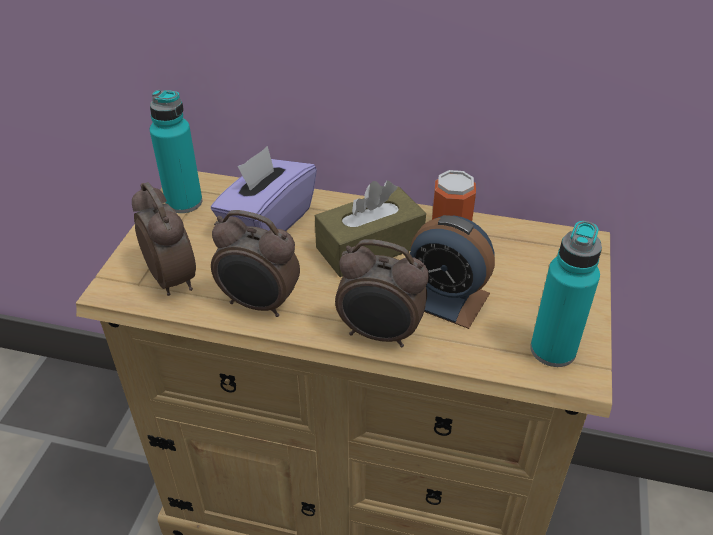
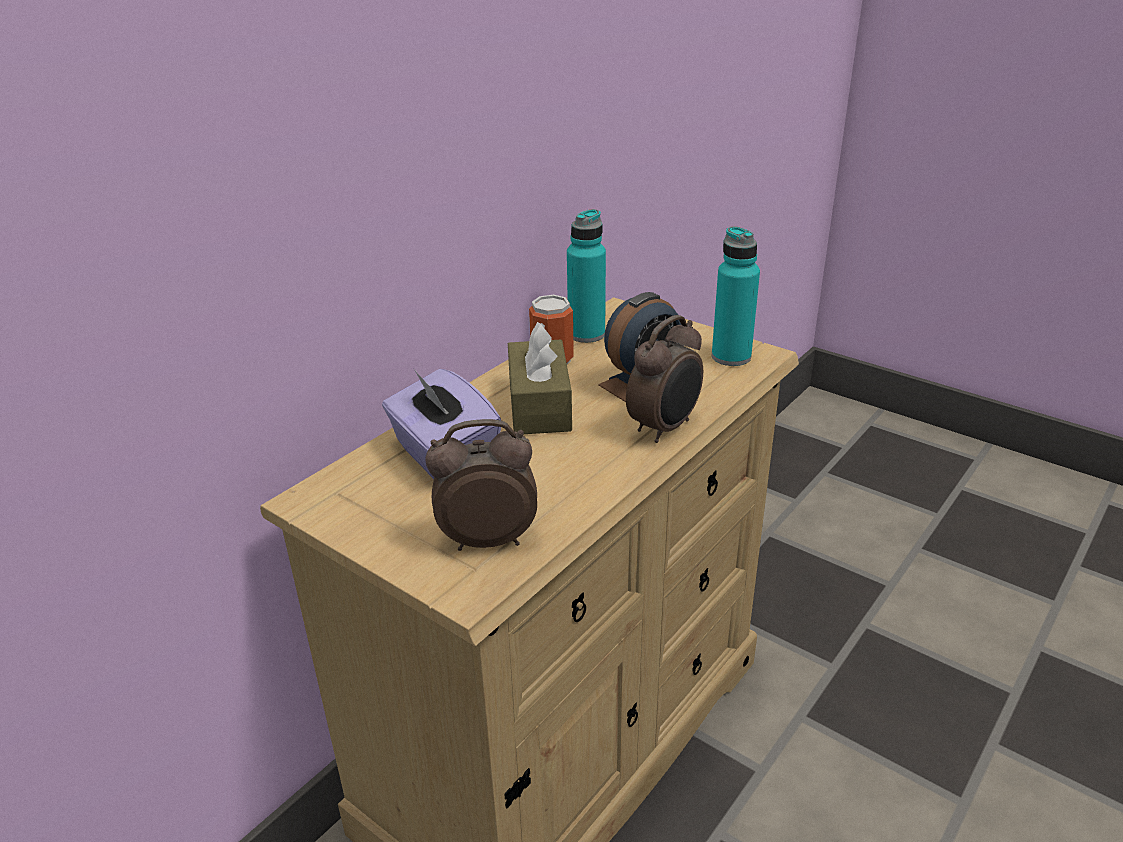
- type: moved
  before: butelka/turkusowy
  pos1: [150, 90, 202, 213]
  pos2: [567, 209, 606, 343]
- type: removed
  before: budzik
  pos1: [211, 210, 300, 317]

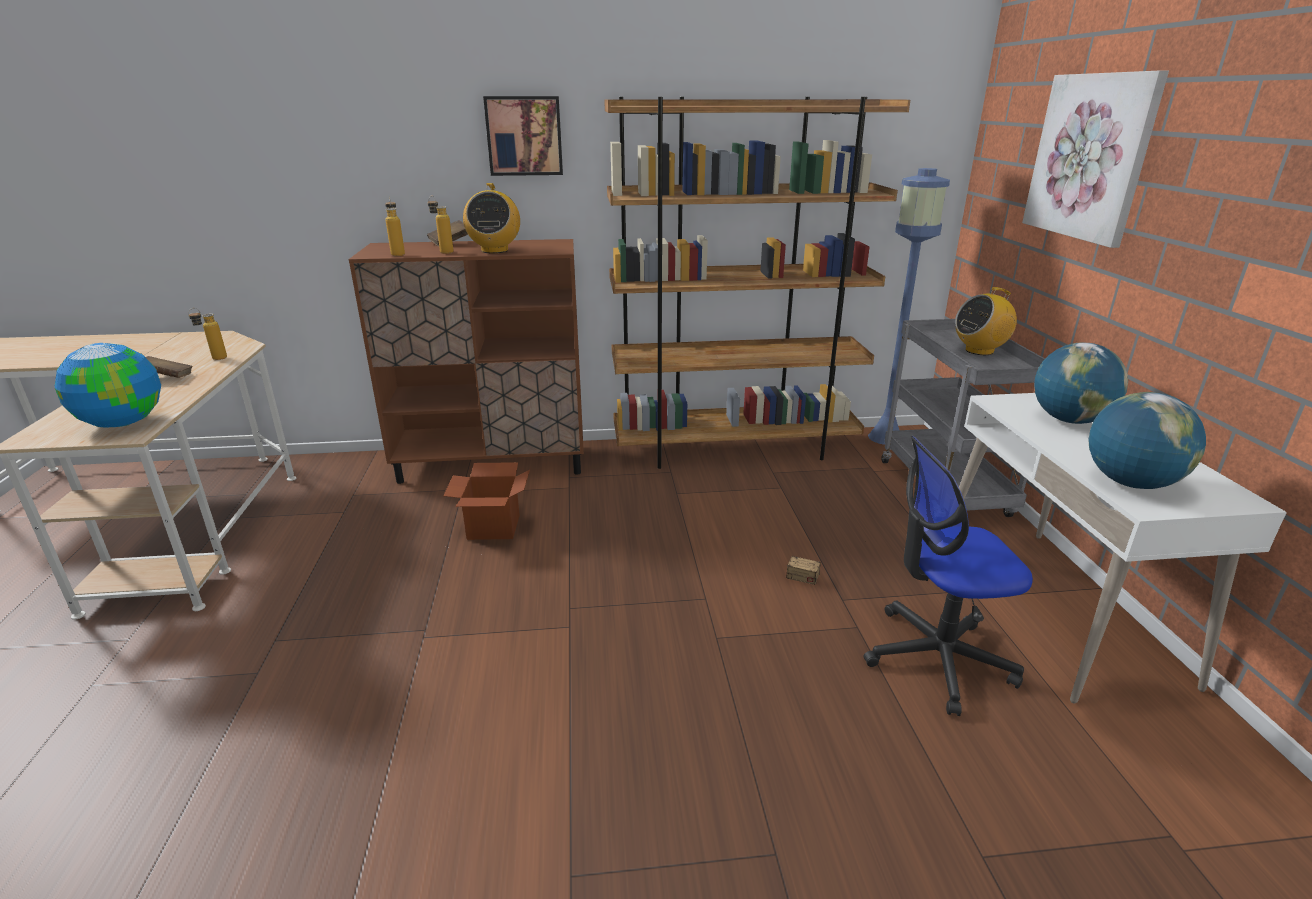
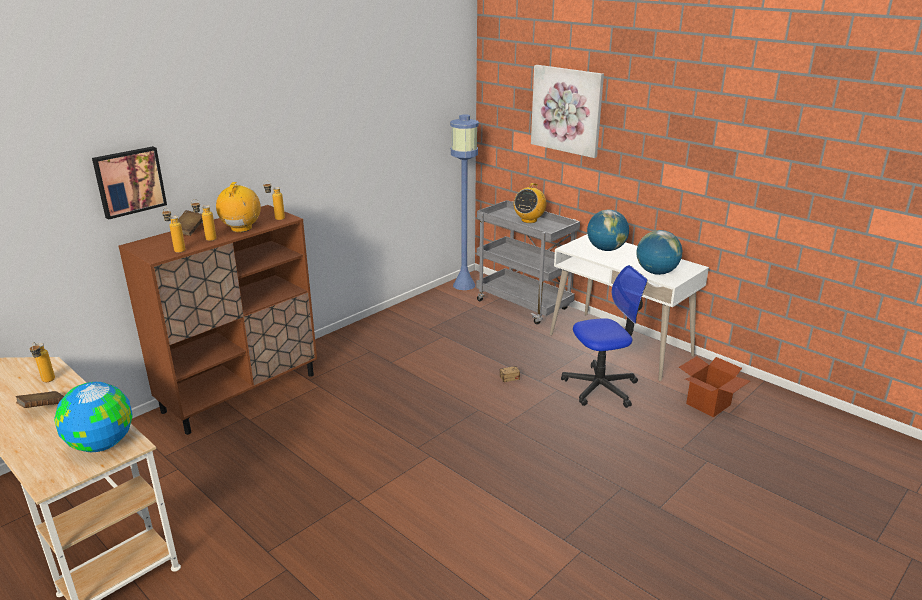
- type: moved
  before: karton
  pos1: [443, 462, 530, 540]
  pos2: [679, 356, 750, 417]
- type: turned
  before: radio
  pos1: [463, 183, 520, 253]
  pos2: [216, 182, 261, 232]
  turn: -135
- type: moved
  before: obraz
  pos1: [483, 96, 563, 176]
  pos2: [92, 146, 167, 220]
- type: removed
  before: regał/brązowy
  pos1: [604, 97, 910, 469]
- type: turned
  before: krzesło biurowe
  pos1: [864, 436, 1033, 716]
  pos2: [561, 265, 647, 408]
  turn: -150
- type: added
  after: butelka
  pos2: [263, 181, 285, 220]

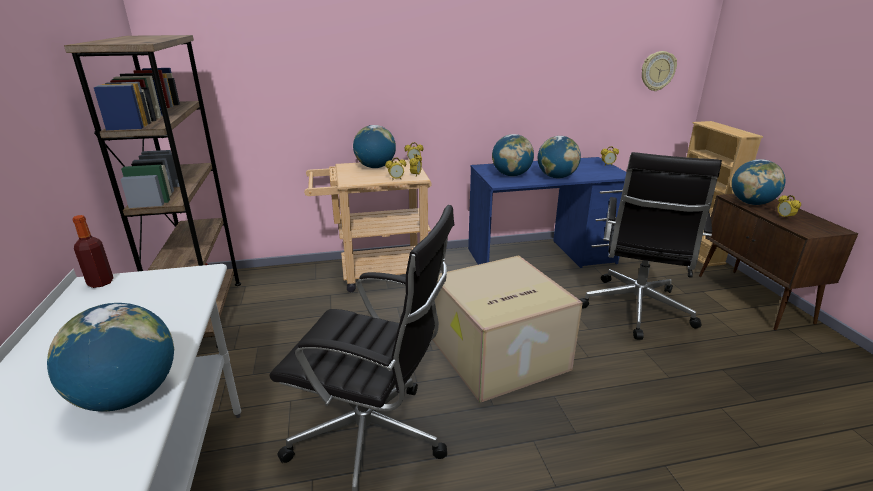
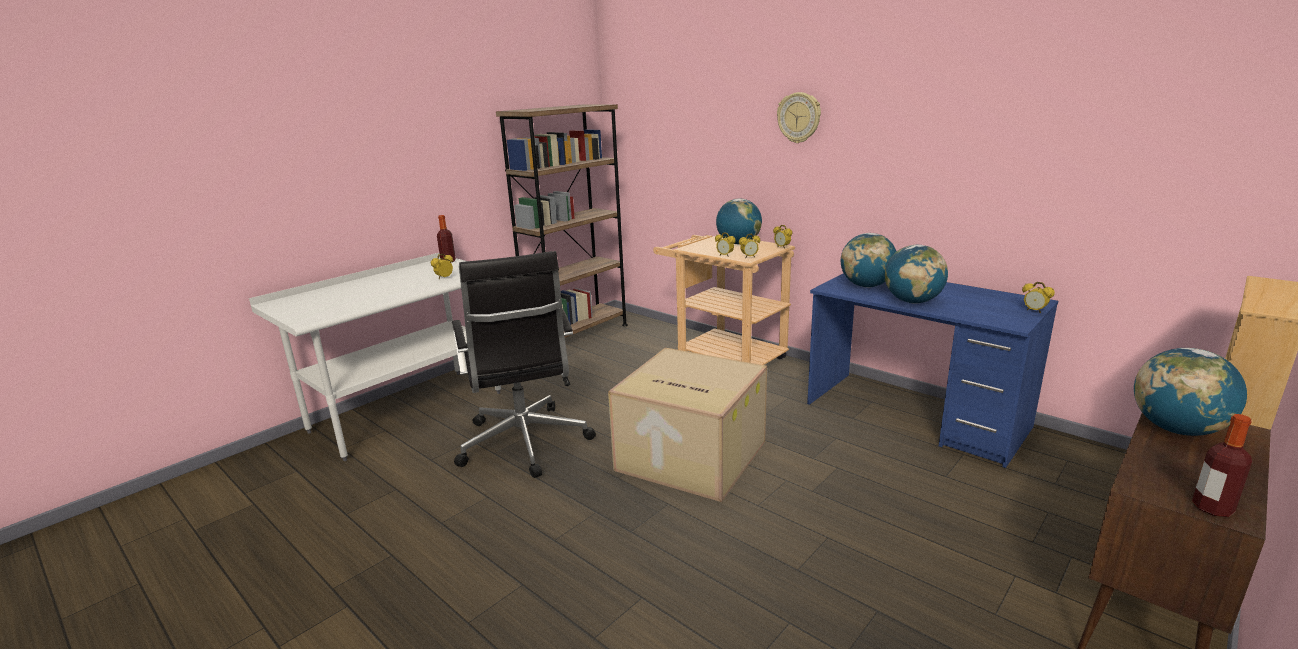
- type: removed
  before: globus
  pos1: [47, 303, 174, 412]
- type: removed
  before: krzesło biurowe/czarny
  pos1: [579, 152, 722, 340]
- type: moved
  before: zegar ścienny
  pos1: [642, 51, 677, 91]
  pos2: [777, 92, 821, 143]
- type: moved
  before: budzik
  pos1: [777, 195, 801, 220]
  pos2: [431, 254, 453, 279]
- type: added
  after: butelka
  pos2: [1192, 414, 1252, 517]

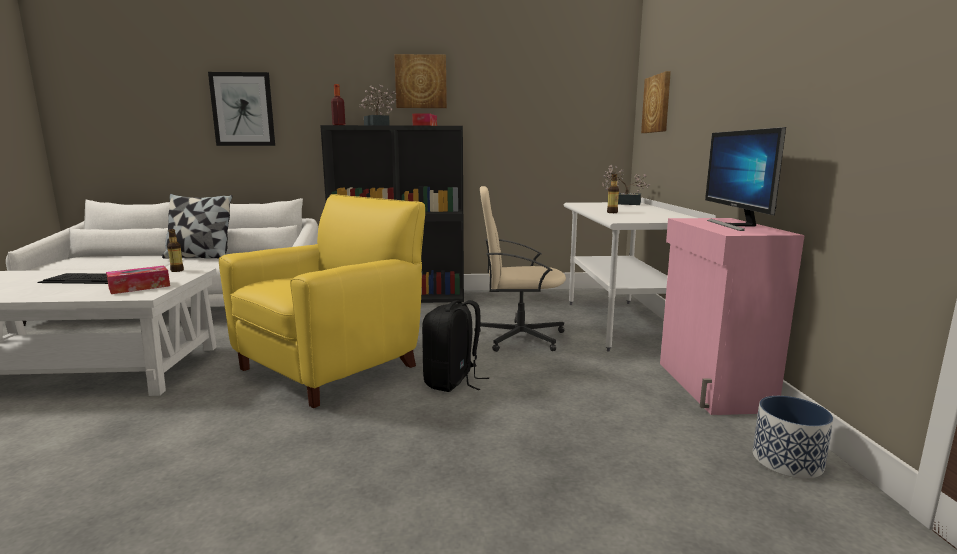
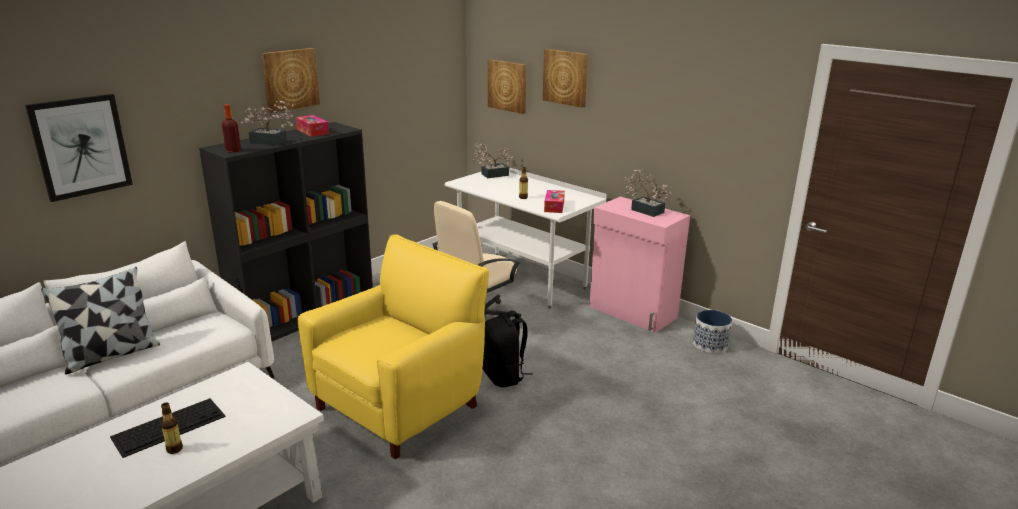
- type: moved
  before: pudełko chusteczek
  pos1: [106, 266, 170, 294]
  pos2: [544, 190, 565, 213]
- type: moved
  before: butelka
  pos1: [167, 229, 184, 272]
  pos2: [161, 403, 183, 454]
- type: turned
  before: fotel/żółty
  pos1: [219, 194, 425, 408]
  pos2: [298, 234, 489, 459]
  turn: 45
- type: replaced
  before: monitor
  after: roślina doniczkowa
  pos1: [705, 127, 786, 231]
  pos2: [625, 169, 672, 217]
- type: added
  after: obraz
  pos2: [543, 49, 588, 108]

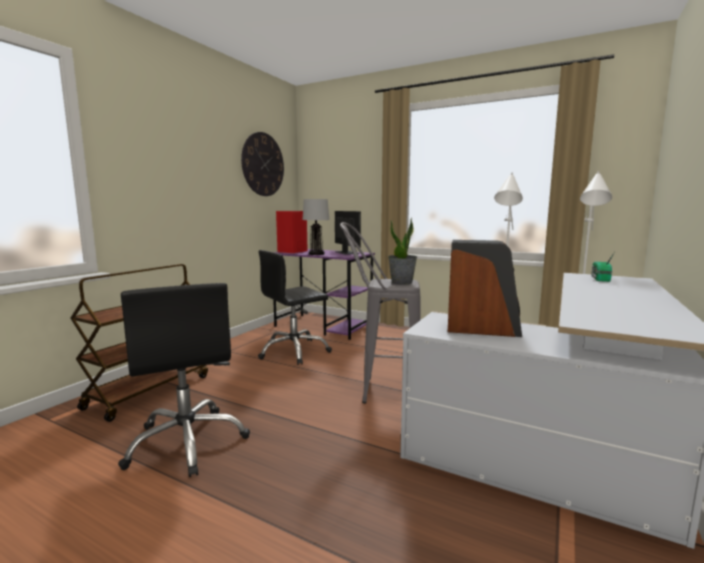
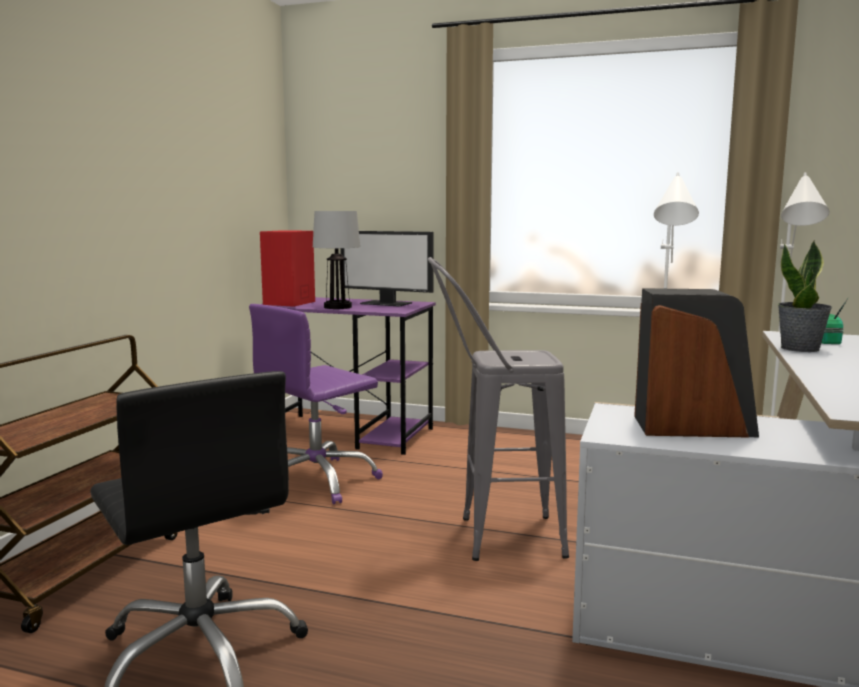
- type: removed
  before: zegar ścienny
  pos1: [241, 132, 284, 196]
- type: recoloured
  before: krzesło biurowe/czarny
  after: krzesło biurowe/fioletowy
  pos1: [258, 250, 332, 365]
  pos2: [249, 304, 383, 504]
- type: turned
  before: monitor
  pos1: [335, 211, 361, 255]
  pos2: [340, 231, 434, 307]
  turn: 150
- type: moved
  before: roślina doniczkowa
  pos1: [388, 217, 417, 285]
  pos2: [778, 240, 832, 352]

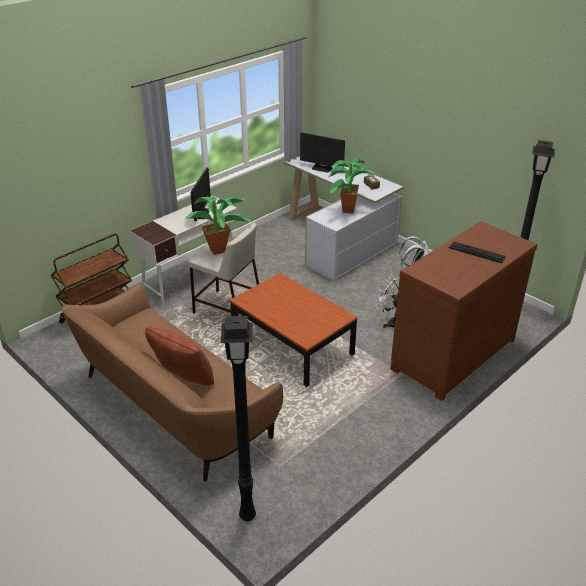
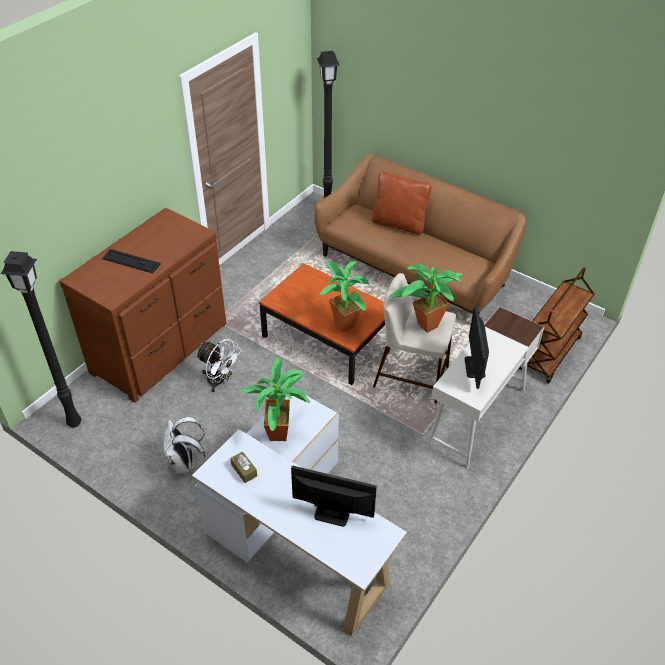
- type: added
  after: roślina doniczkowa
  pos2: [320, 261, 369, 332]

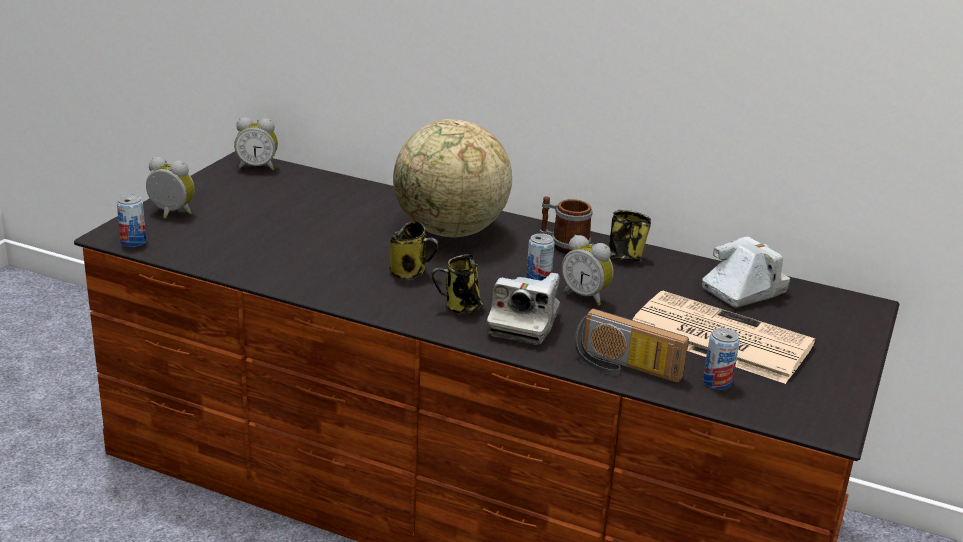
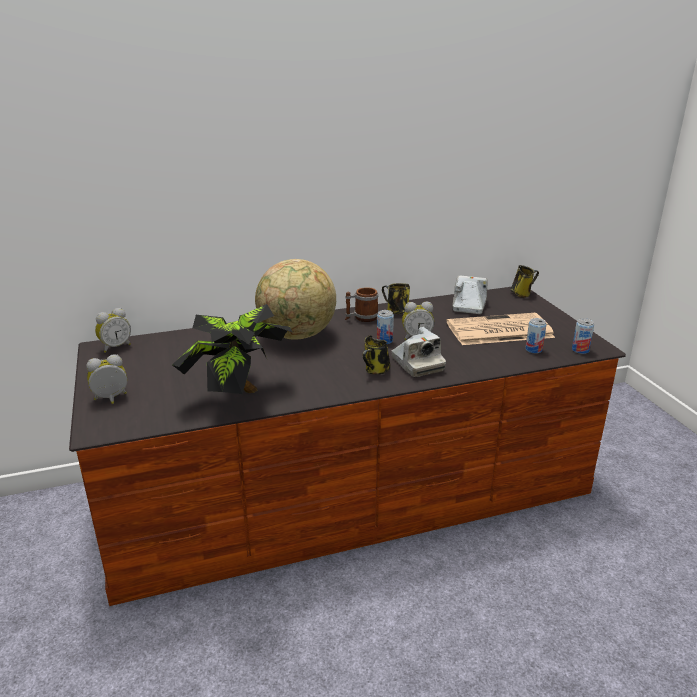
- type: moved
  before: puszka
  pos1: [117, 194, 146, 247]
  pos2: [572, 318, 594, 354]
- type: moved
  before: kubek
  pos1: [389, 221, 439, 279]
  pos2: [510, 265, 539, 298]
- type: removed
  before: radio
  pos1: [575, 308, 689, 383]
- type: added
  after: roślina doniczkowa
  pos2: [172, 304, 292, 394]

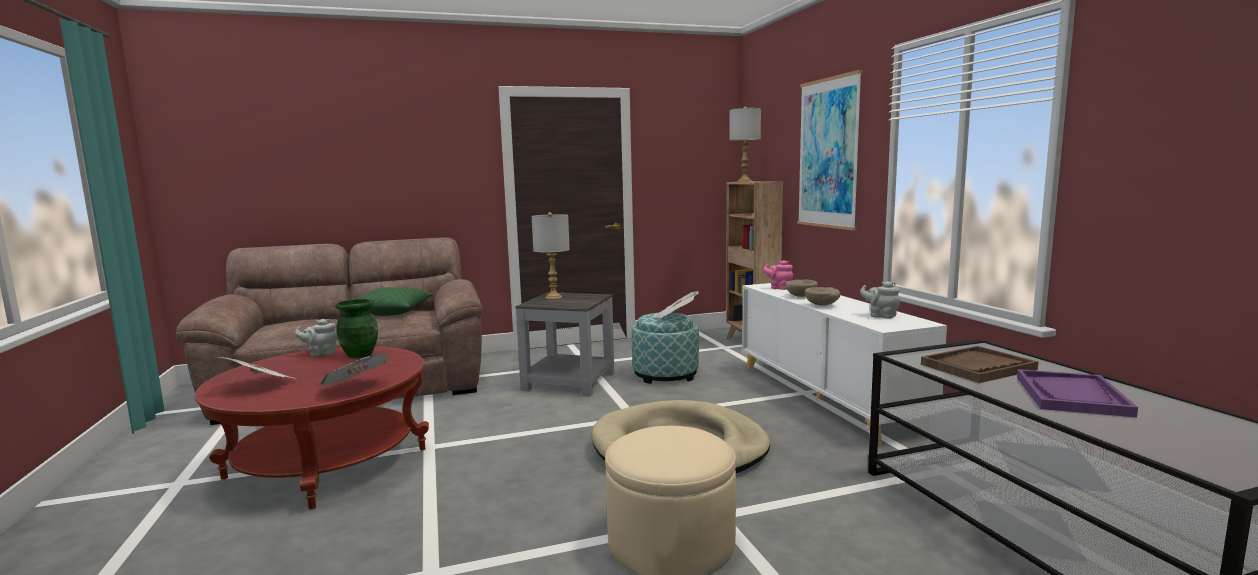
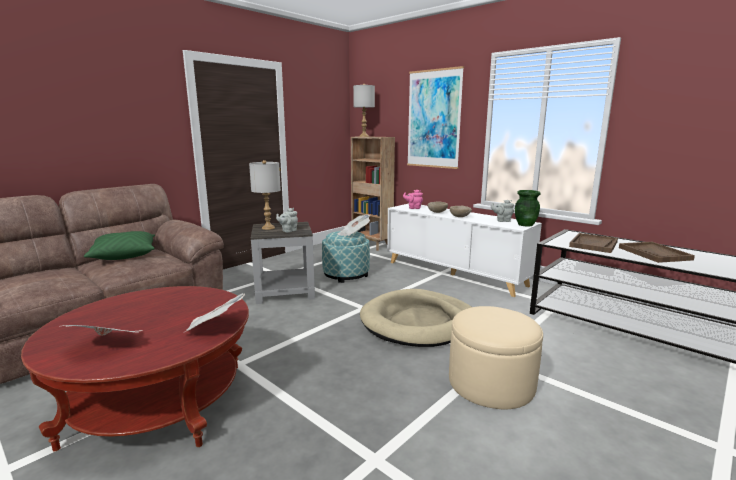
- type: moved
  before: imbryk/szary
  pos1: [295, 319, 338, 357]
  pos2: [276, 208, 298, 232]
- type: moved
  before: wazon/zielony
  pos1: [335, 299, 378, 358]
  pos2: [515, 190, 541, 227]
- type: recoloured
  before: taca/fioletowy
  after: taca/brązowy
  pos1: [1017, 369, 1138, 417]
  pos2: [619, 242, 695, 263]

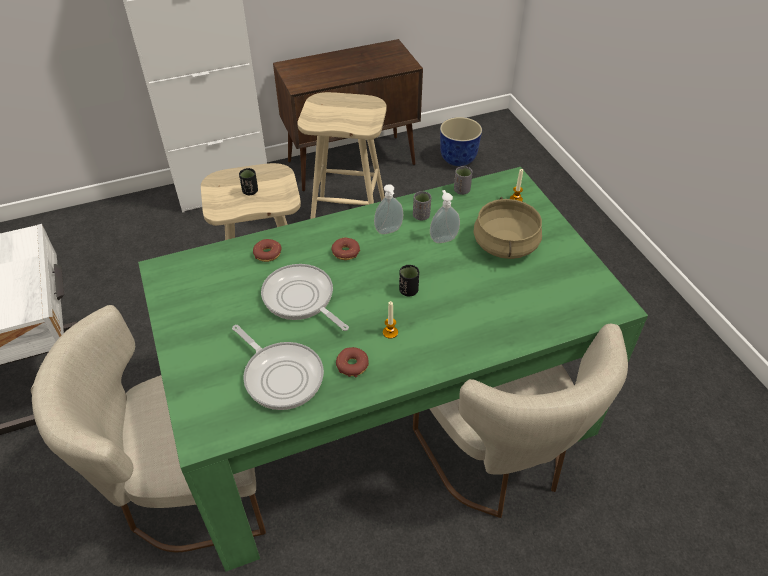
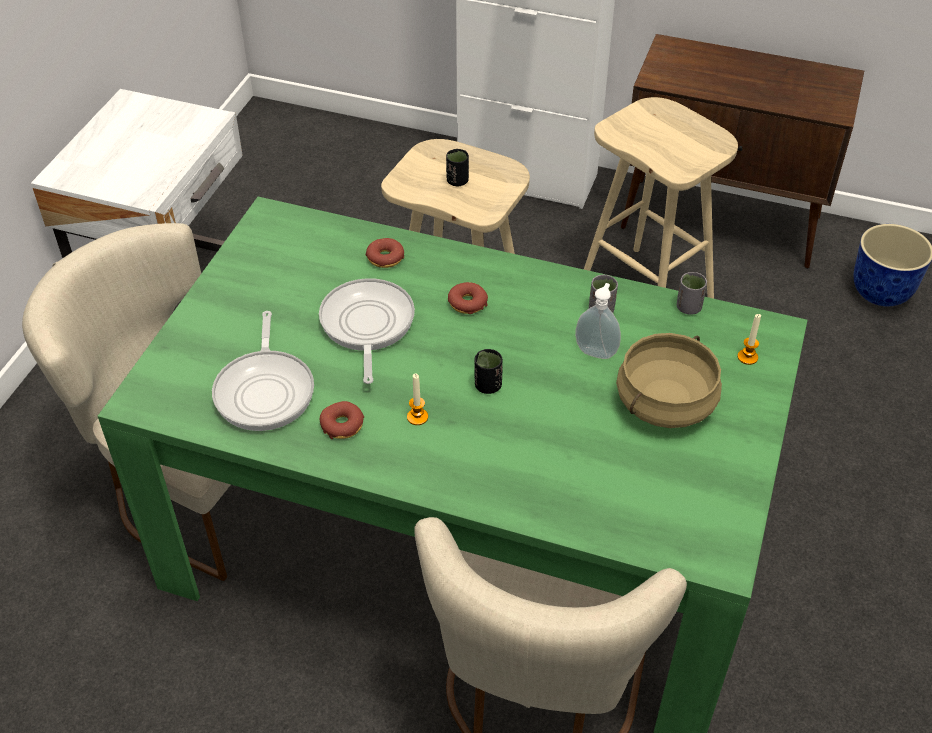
- type: removed
  before: dozownik mydła
  pos1: [374, 184, 403, 234]

